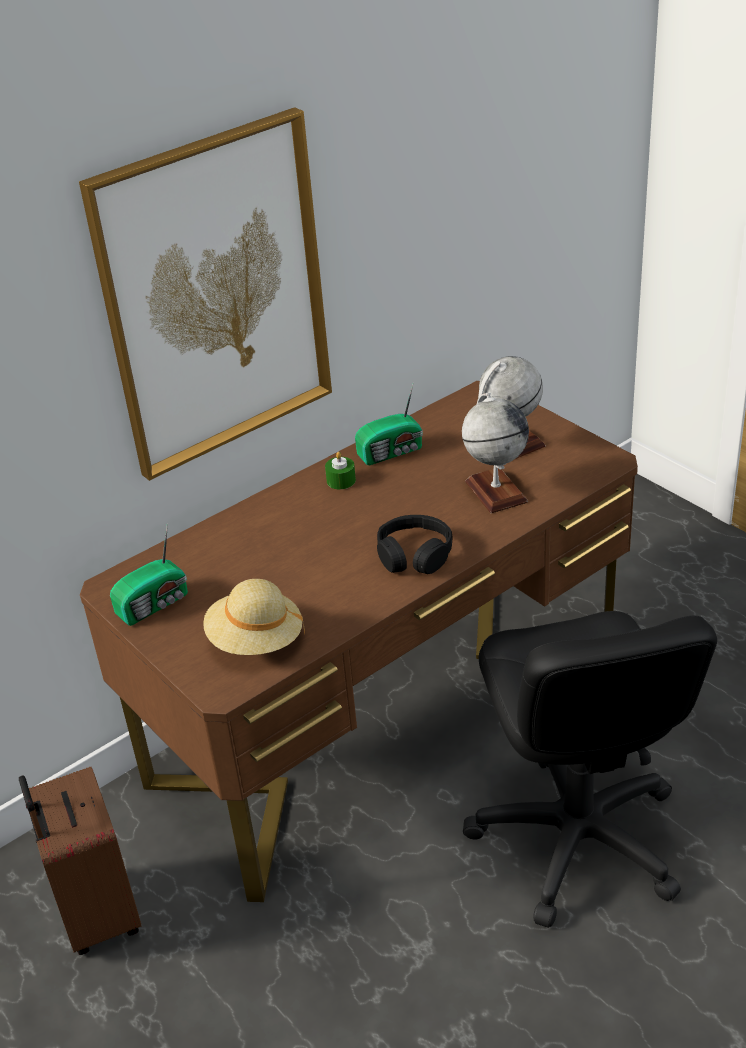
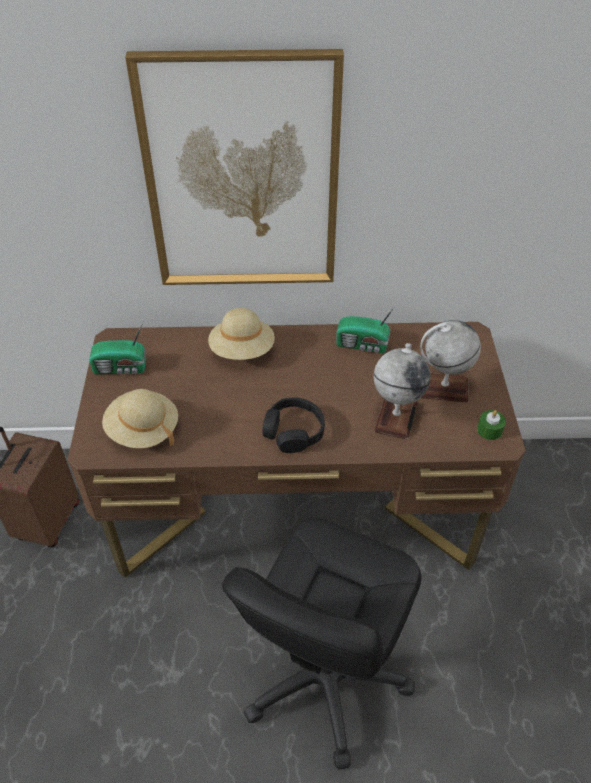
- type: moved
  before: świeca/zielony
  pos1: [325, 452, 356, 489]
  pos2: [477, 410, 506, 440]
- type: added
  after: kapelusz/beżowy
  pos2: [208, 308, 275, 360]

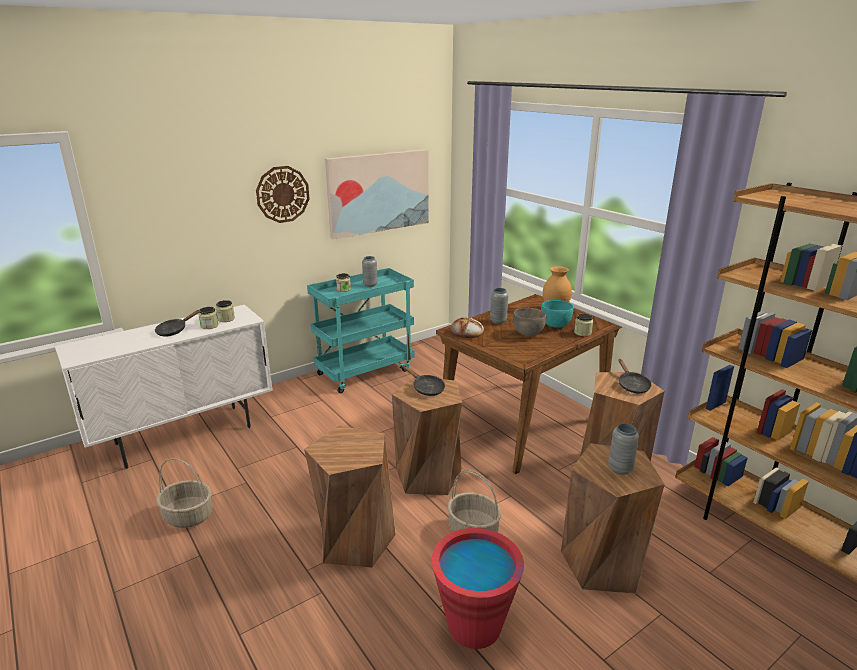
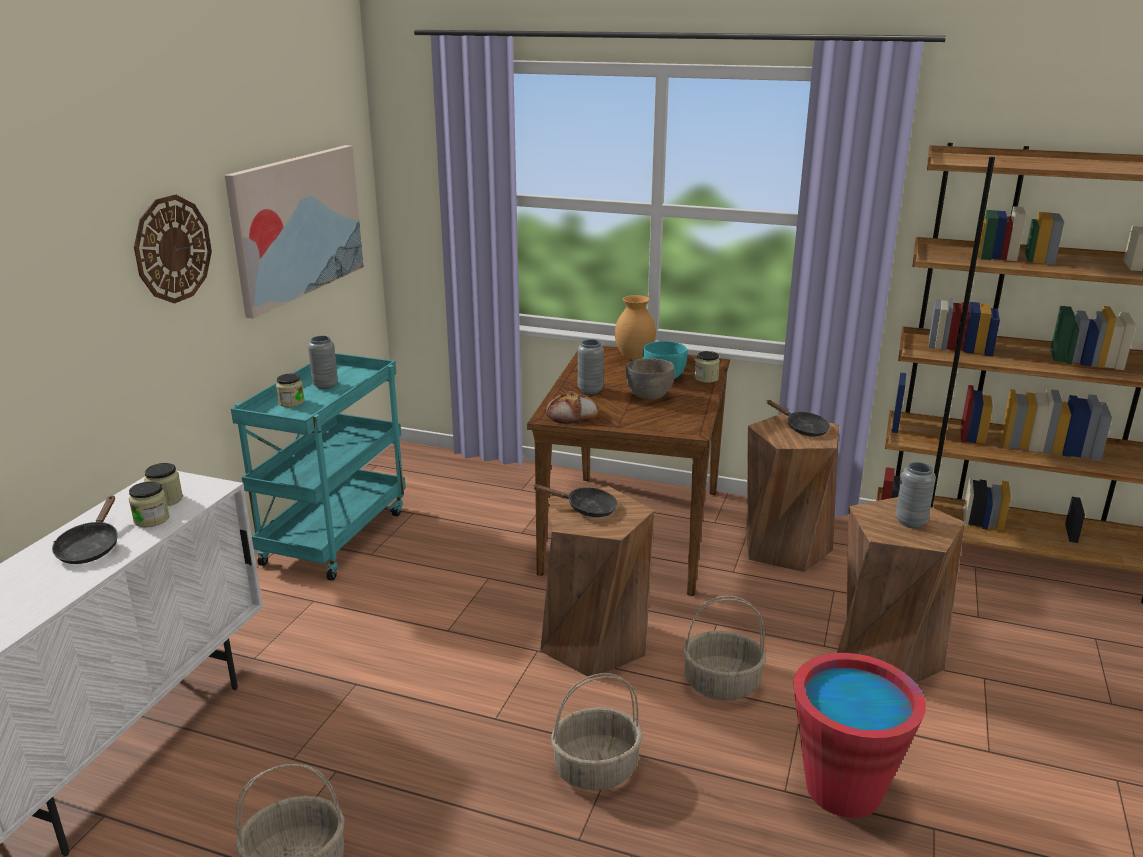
- type: replaced
  before: stołek/brązowy
  after: koszyk
  pos1: [304, 426, 396, 568]
  pos2: [551, 673, 643, 790]

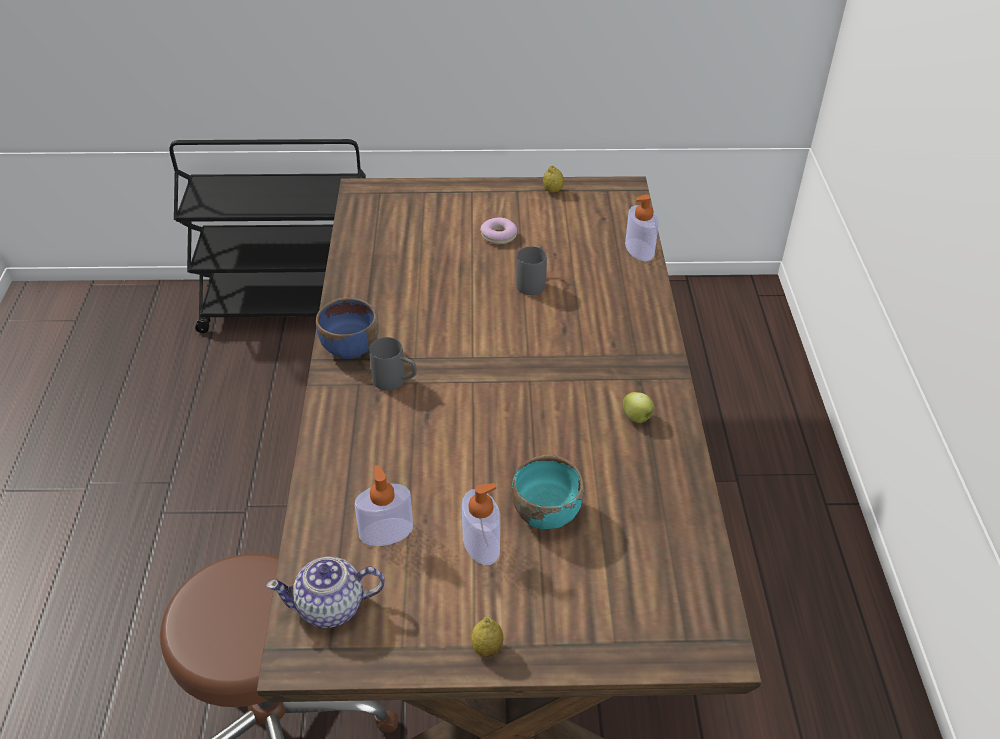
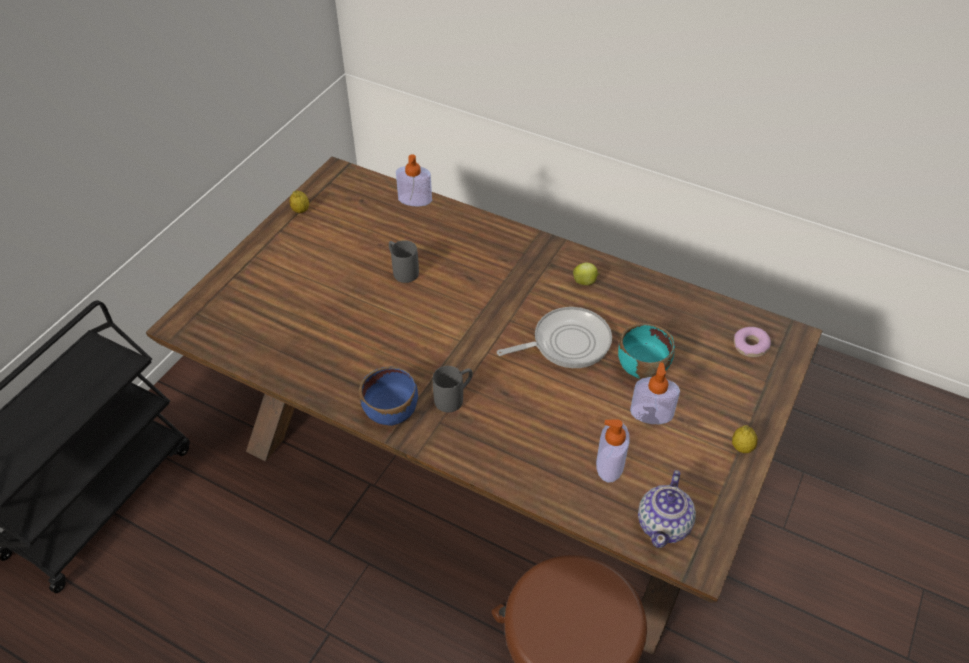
- type: moved
  before: donut
  pos1: [480, 217, 517, 244]
  pos2: [734, 327, 771, 357]
- type: added
  after: patelnia
  pos2: [497, 307, 612, 368]

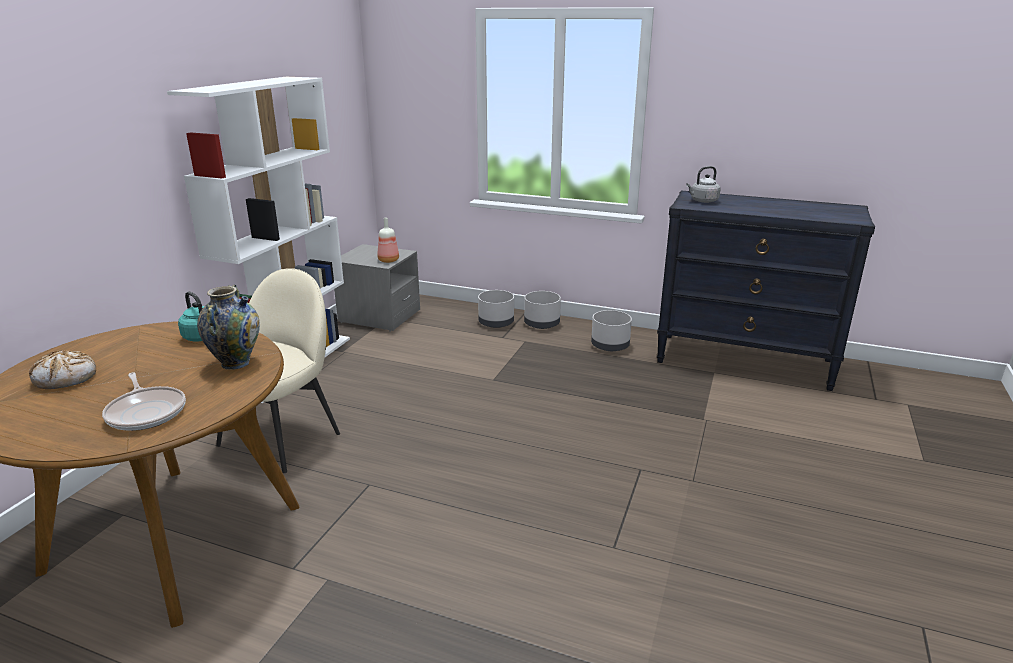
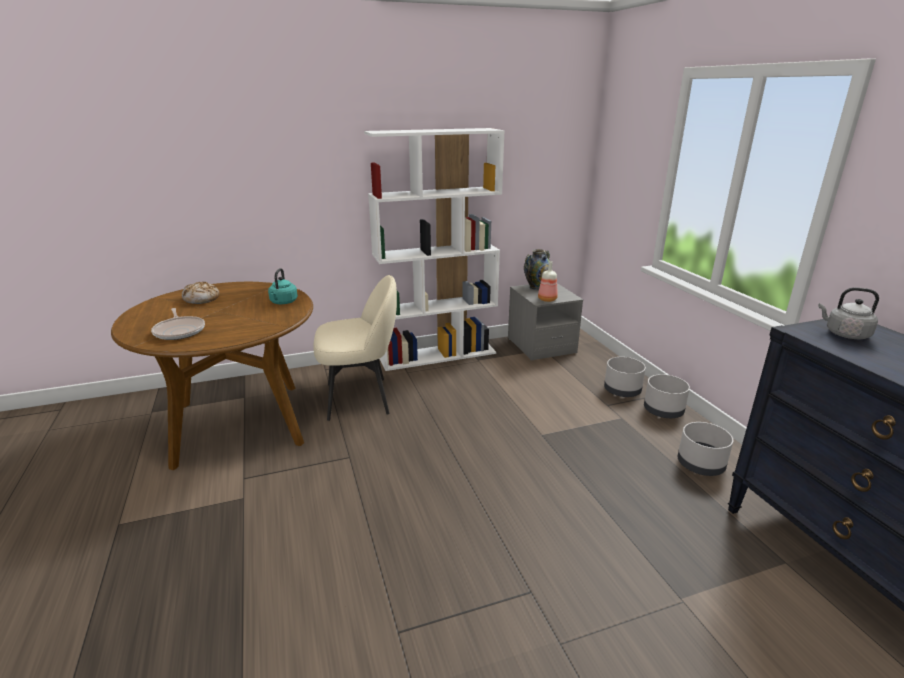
- type: turned
  before: patelnia
  pos1: [102, 372, 186, 431]
  pos2: [151, 308, 205, 340]
  turn: -45
- type: moved
  before: wazon
  pos1: [197, 284, 260, 370]
  pos2: [524, 249, 550, 290]

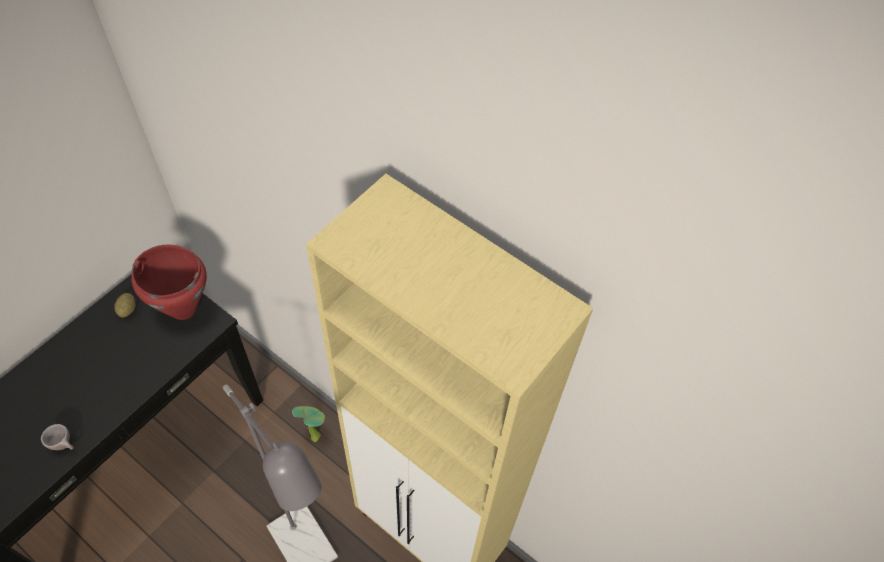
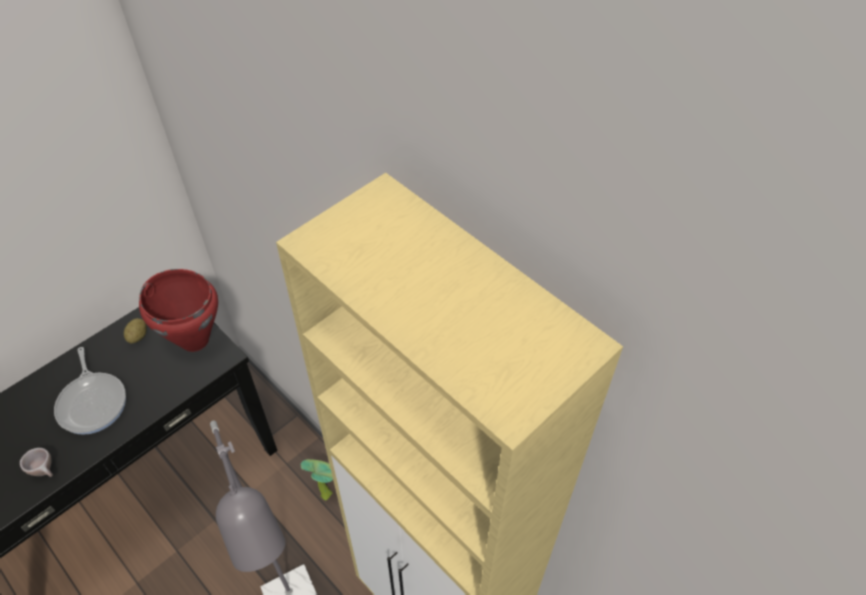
- type: added
  after: patelnia
  pos2: [54, 347, 126, 435]

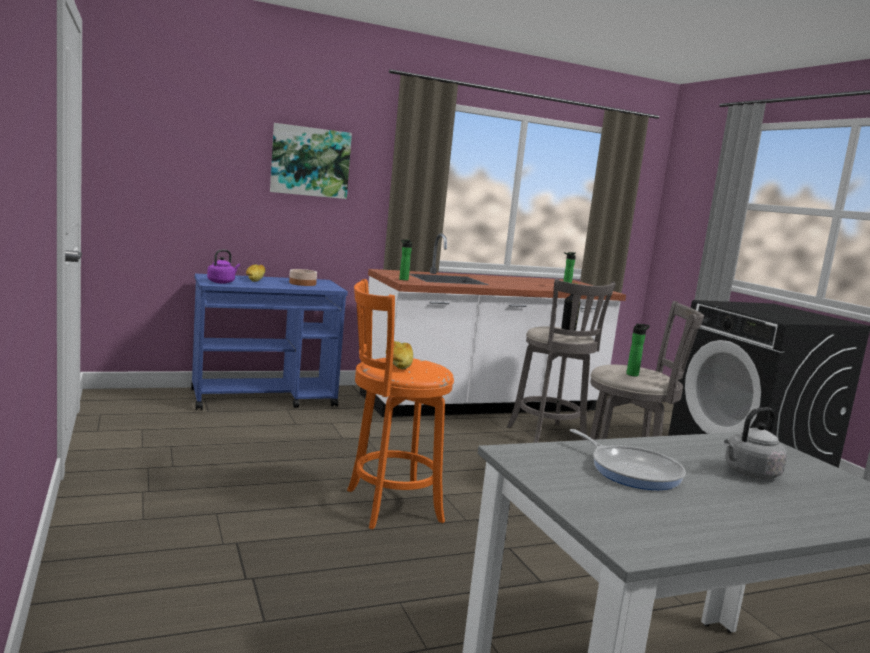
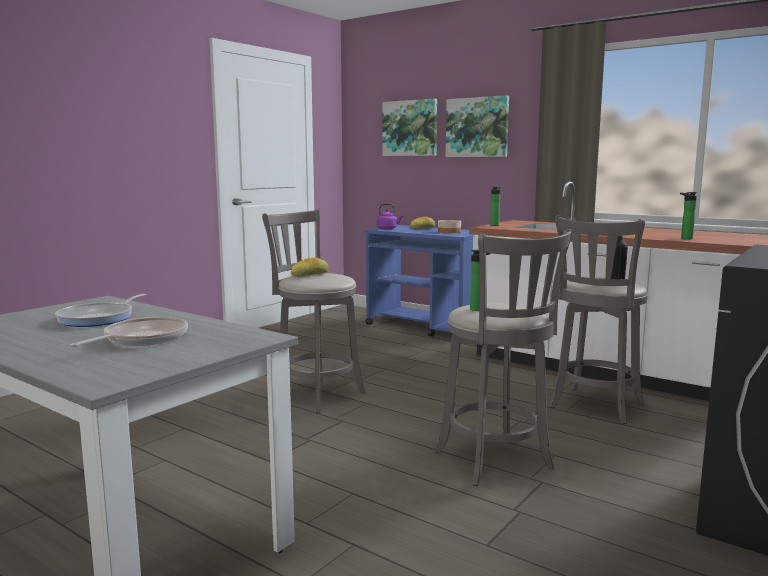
- type: recoloured
  before: stołek/pomarańczowy
  after: stołek/szary
  pos1: [347, 279, 454, 530]
  pos2: [262, 209, 366, 413]
- type: replaced
  before: czajnik/szary
  after: patelnia
  pos1: [724, 407, 787, 479]
  pos2: [70, 317, 188, 347]
- type: added
  after: obraz
  pos2: [382, 98, 437, 156]

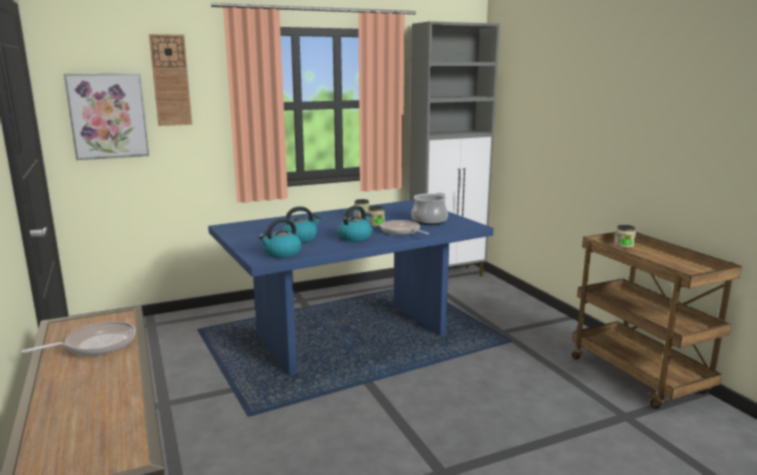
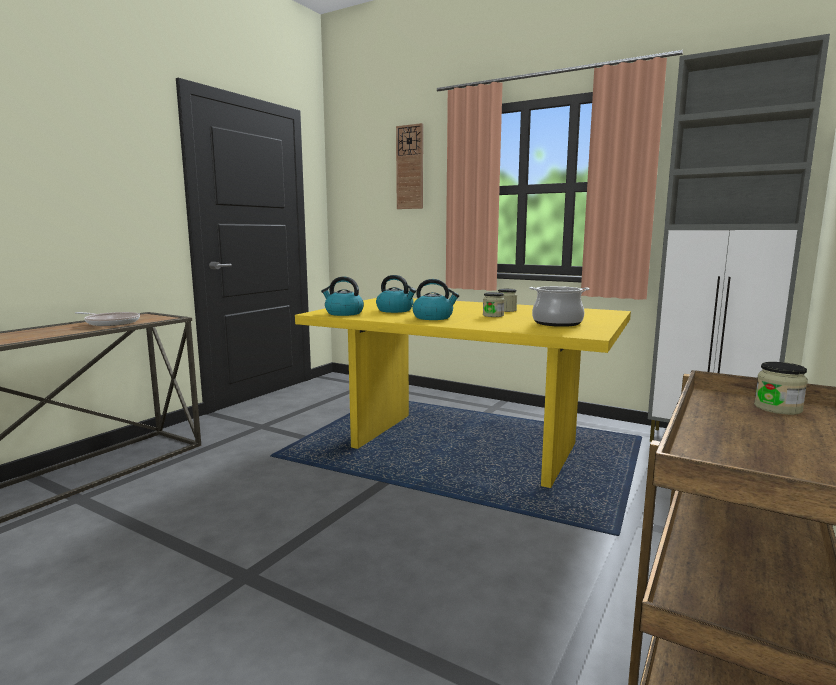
- type: removed
  before: obraz
  pos1: [64, 73, 149, 160]
- type: recoloured
  before: stół jadalny/niebieski
  after: stół jadalny/żółty
  pos1: [208, 200, 494, 376]
  pos2: [295, 298, 631, 488]
- type: removed
  before: patelnia
  pos1: [381, 220, 429, 235]

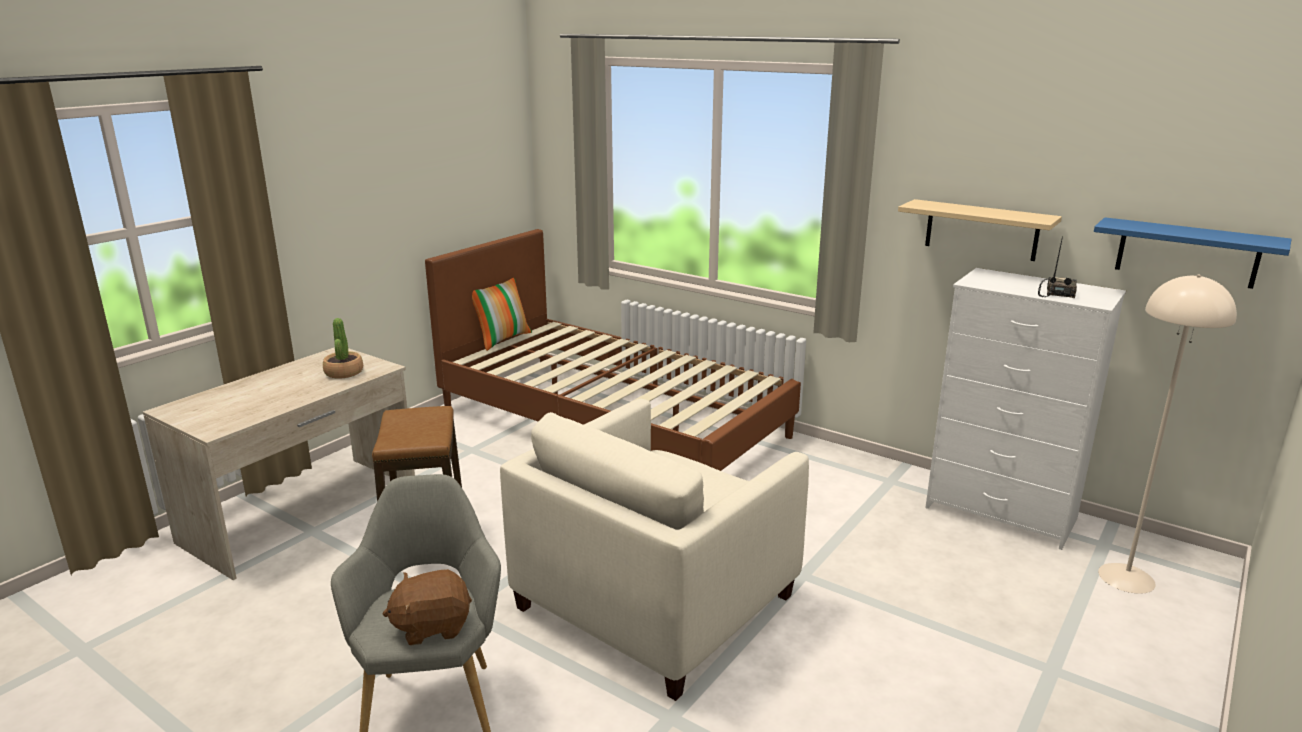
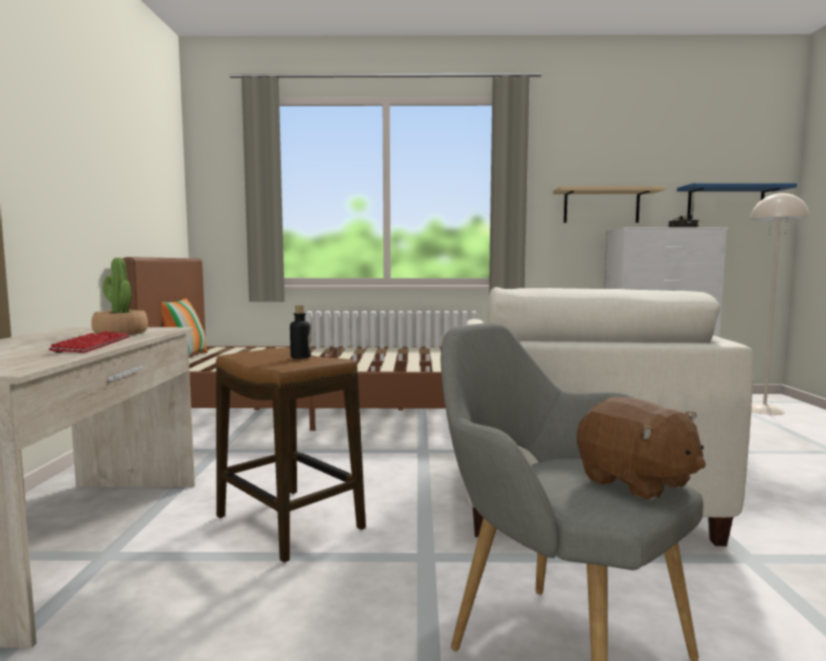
- type: turned
  before: pluszak/brązowy
  pos1: [383, 569, 472, 646]
  pos2: [577, 397, 706, 501]
  turn: -75
- type: added
  after: klawiatura
  pos2: [49, 331, 130, 353]
- type: added
  after: butelka
  pos2: [290, 305, 311, 359]

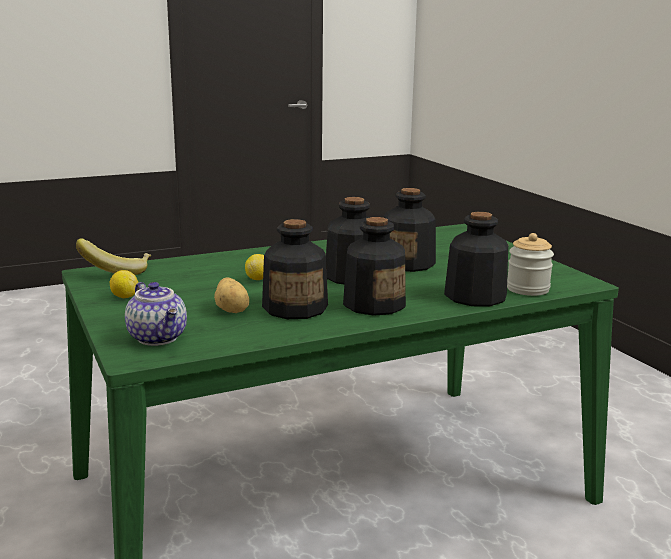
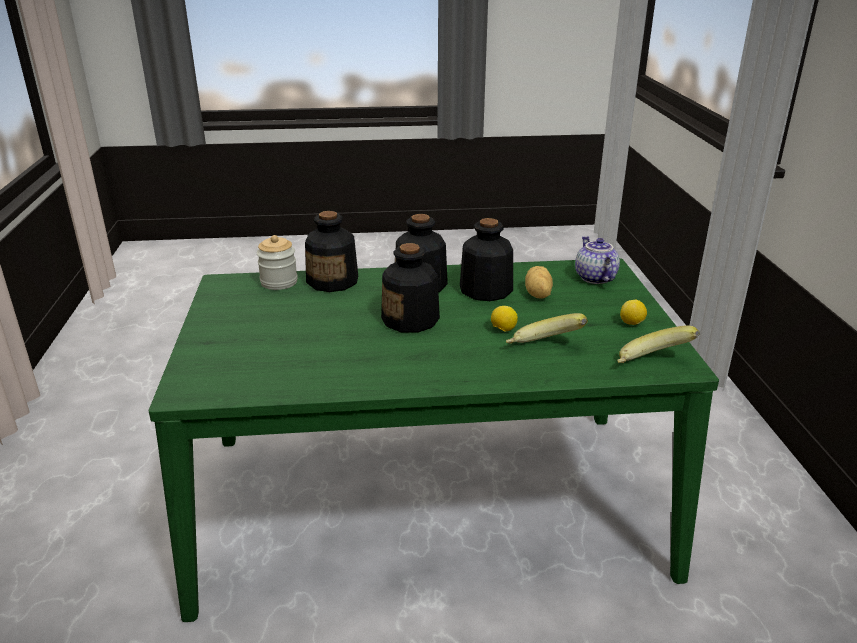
- type: removed
  before: butelka
  pos1: [384, 188, 436, 272]
- type: added
  after: banan
  pos2: [506, 313, 588, 344]

